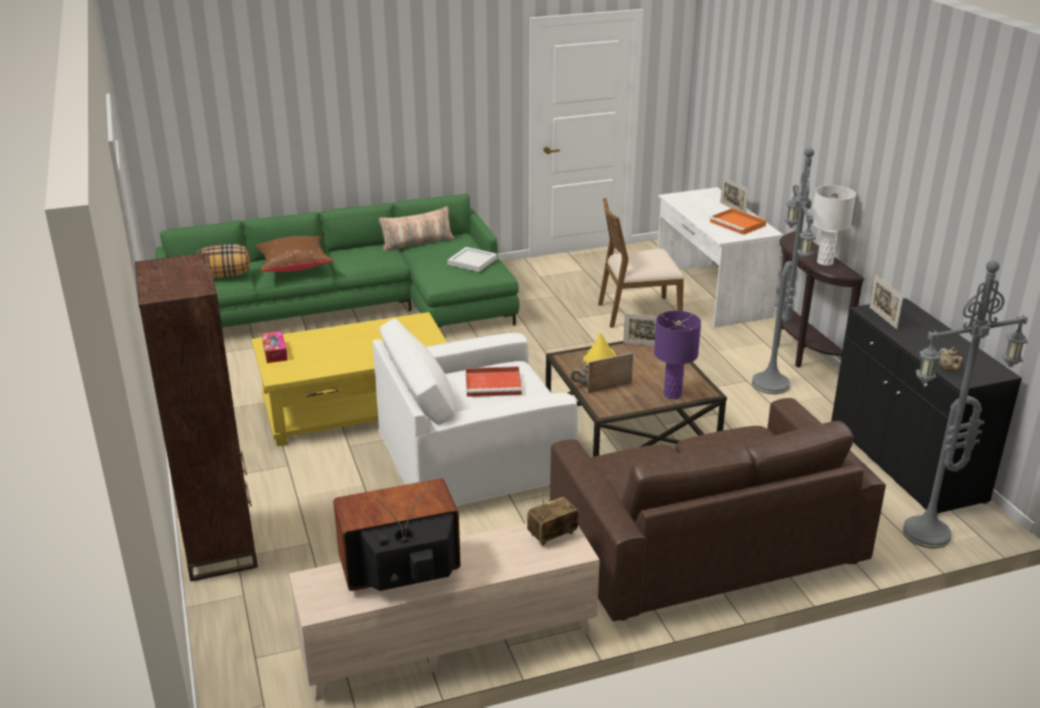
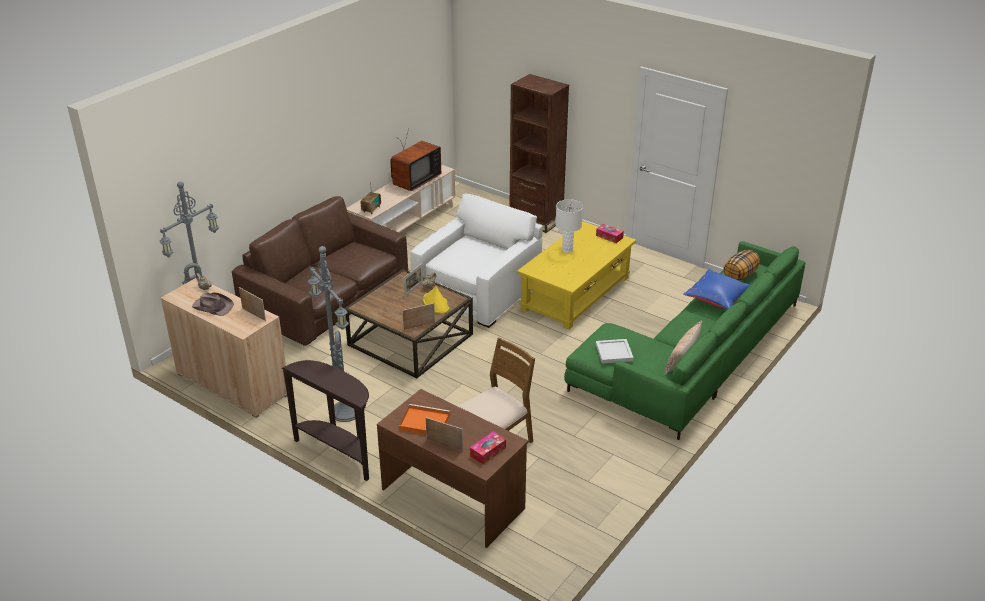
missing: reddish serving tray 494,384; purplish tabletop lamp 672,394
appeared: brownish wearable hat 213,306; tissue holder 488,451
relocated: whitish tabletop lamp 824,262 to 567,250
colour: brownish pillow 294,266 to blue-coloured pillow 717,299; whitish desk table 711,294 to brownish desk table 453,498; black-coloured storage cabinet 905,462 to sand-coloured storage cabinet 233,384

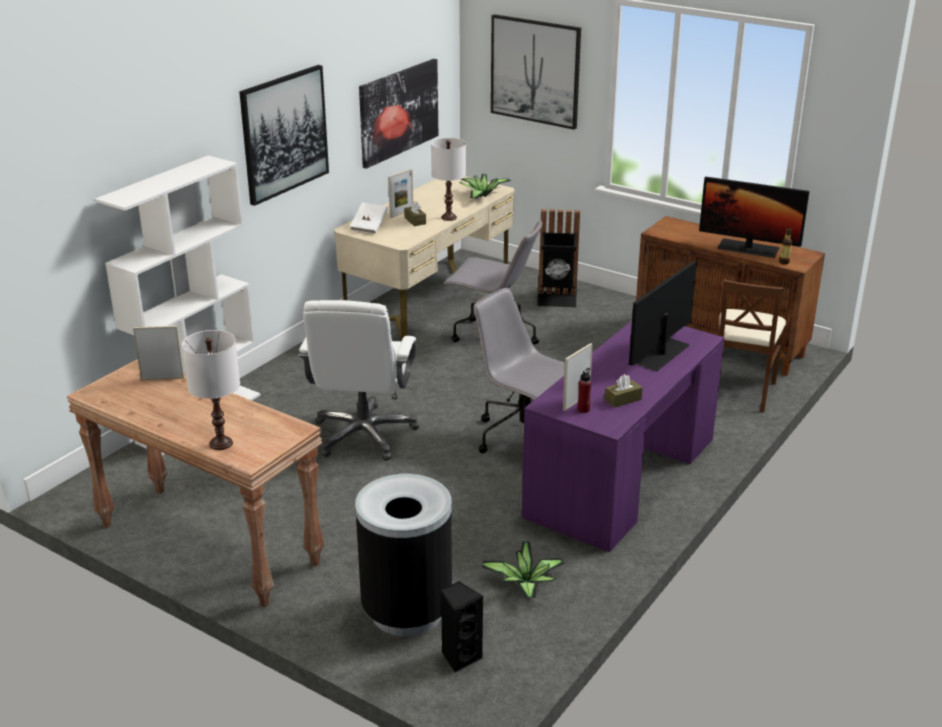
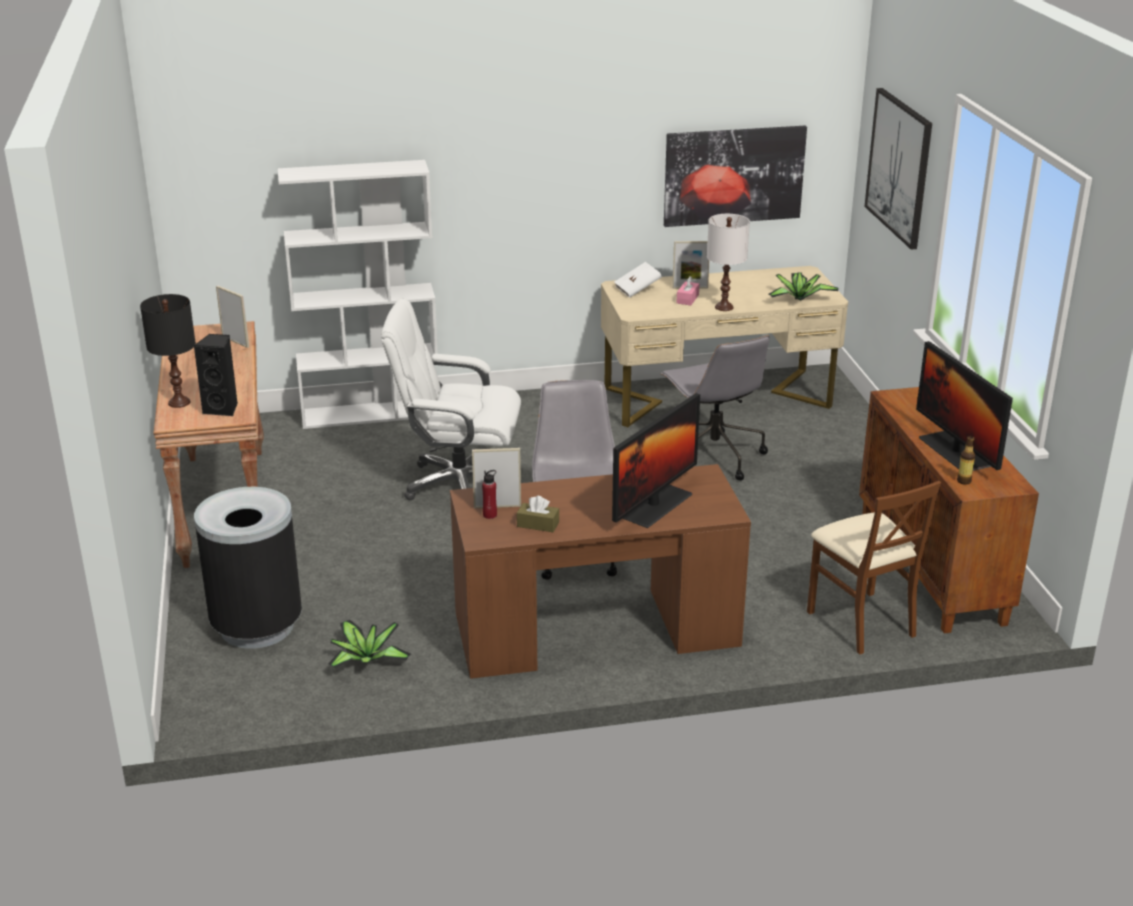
missing: wall picture 284,133; black-coloured rubbish bin 557,300
relocated: black-coloured speaker 460,657 to 223,409
colour: whitish tabletop lamp 220,443 to black-coloured tabletop lamp 179,402; brownish tissue holder 415,221 to pinkish tissue holder 687,299; purplish desk table 620,476 to brownish desk table 595,628
spun: whitish office chair 364,435 = 458,484 45 degrees clockwise; computer screen 659,353 = 655,505 135 degrees clockwise; brownish plain chair 741,392 = 861,622 90 degrees counterclockwise

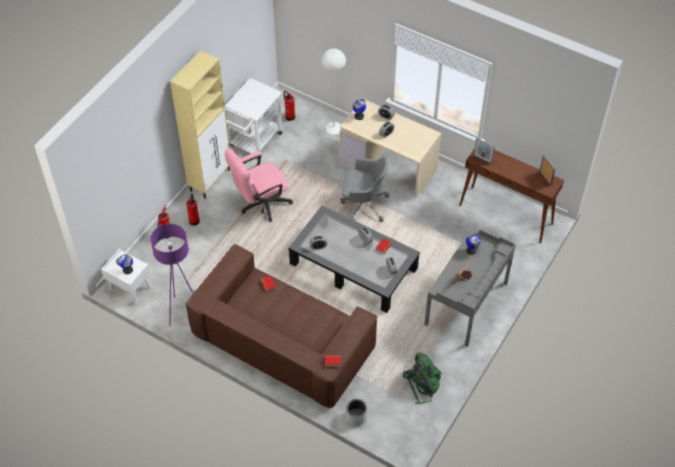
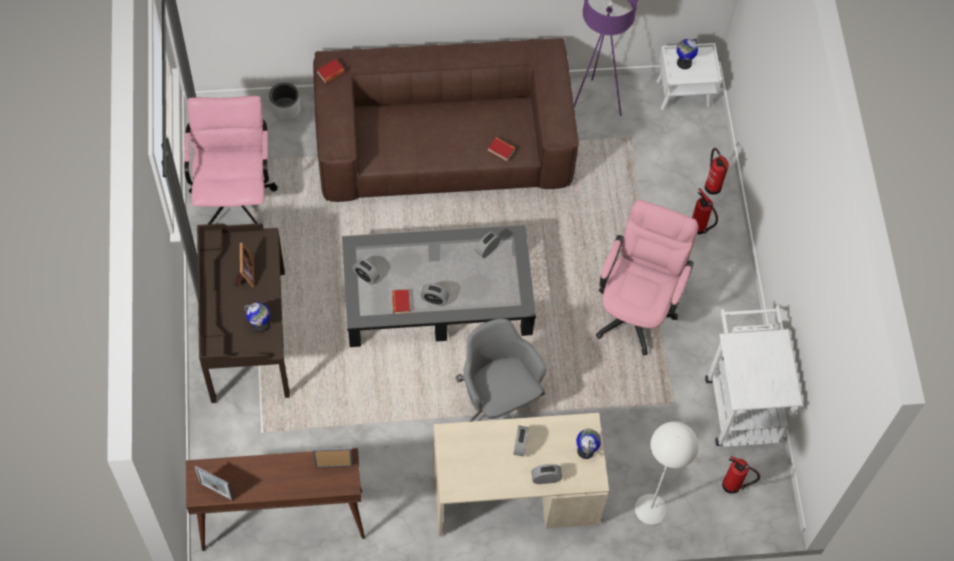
missing: sand-coloured storage cabinet 210,180
exchanged: greenish rucksack 422,383 to pinkish office chair 234,194
colour: grey desk table 467,304 to brownish desk table 247,335
spun: grey office chair 363,204 = 498,400 90 degrees clockwise

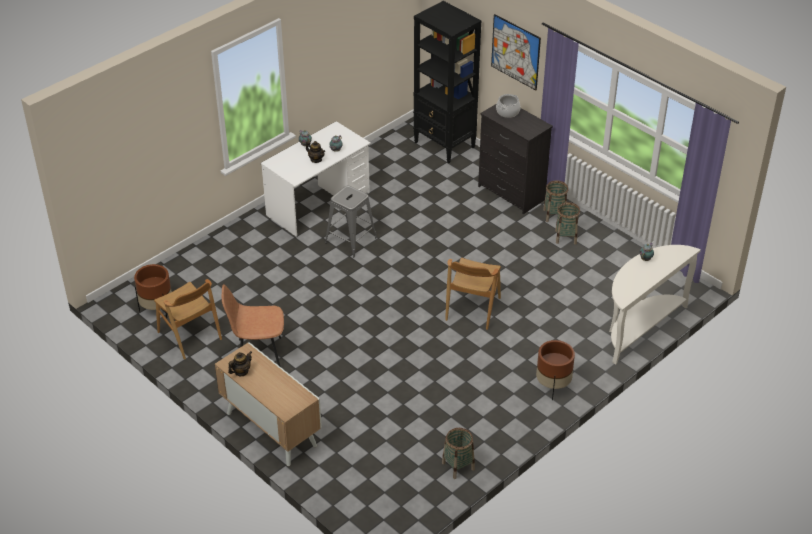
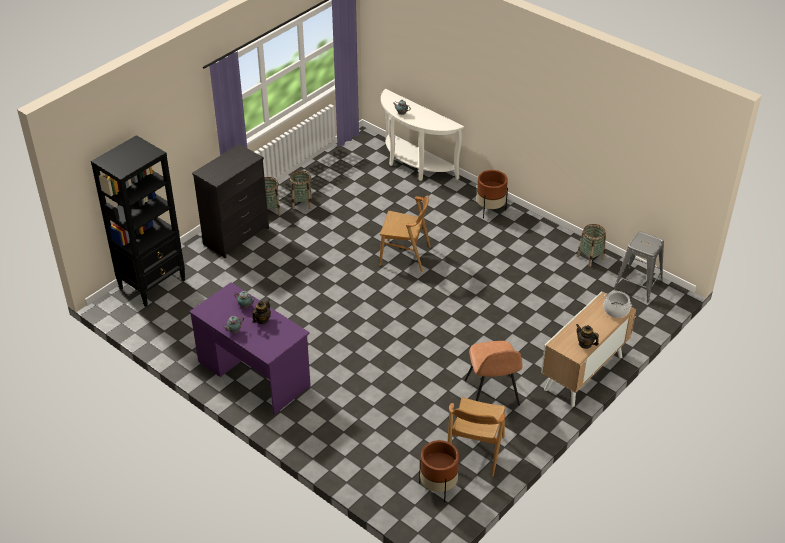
missing: wall picture 515,52
relocated: grey sitting stool 351,240 to 637,285; saucepot 508,112 to 616,310
colour: whitish desk table 318,204 to purplish desk table 254,373
spun: brownish plain chair 189,336 = 475,451 150 degrees clockwise

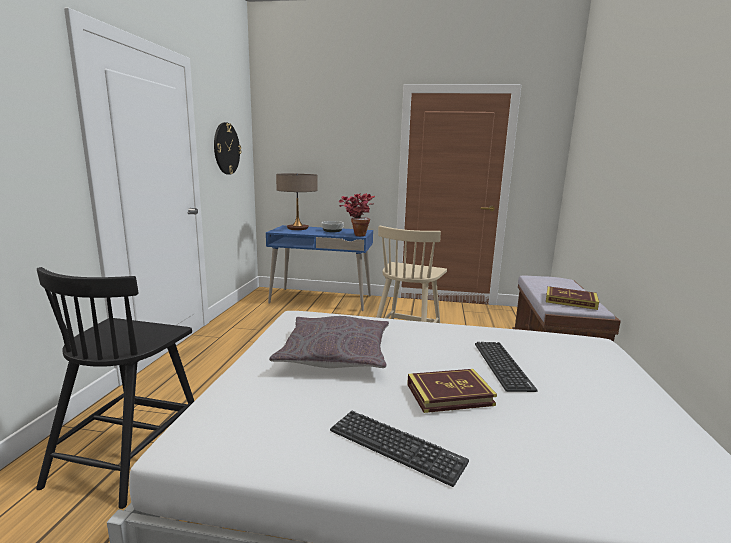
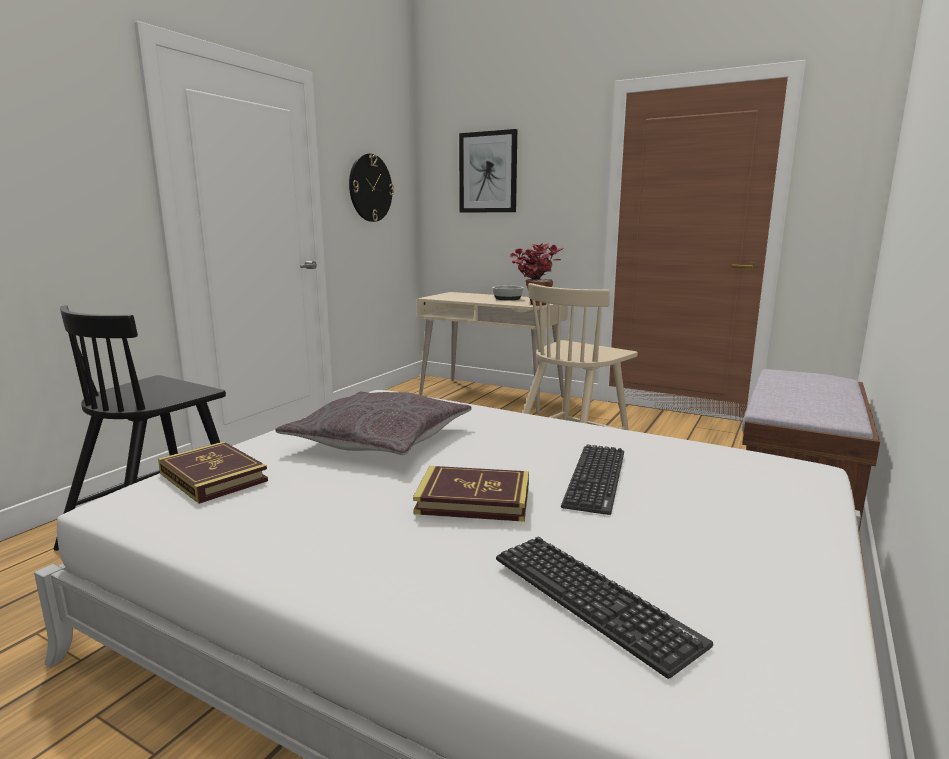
missing: tabletop lamp 297,228
appeared: wall picture 488,172
relocated: keyboard 396,446 to 592,599; volume 570,301 to 213,477
colour: blue-coloured desk table 321,299 to sand-coloured desk table 491,395

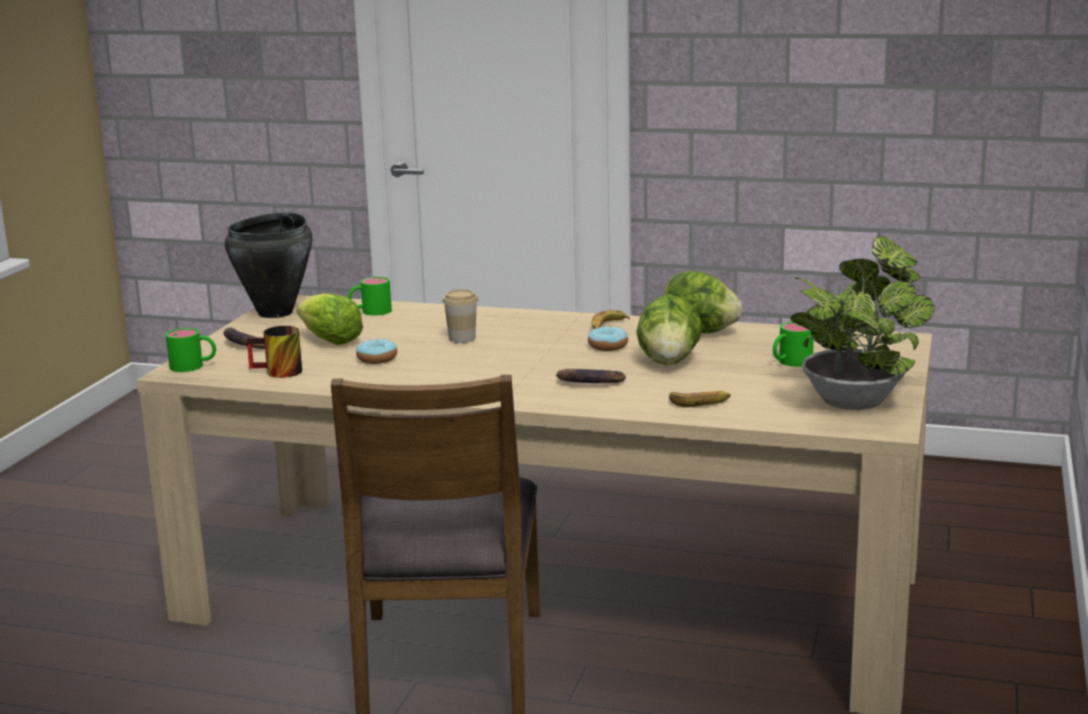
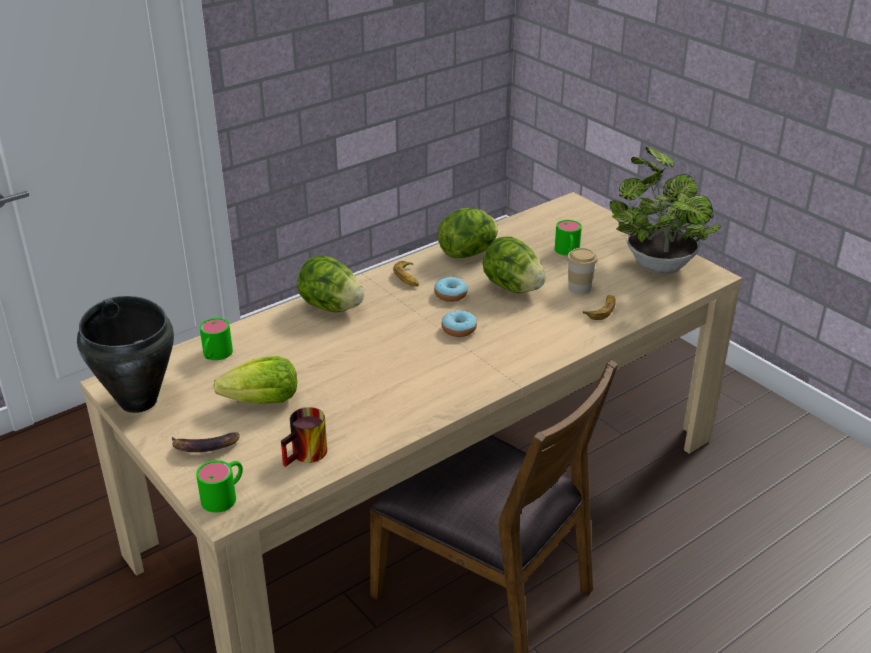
missing: banana 588,383
appeared: lettuce 331,307
relocated: doughnut 377,359 to 459,329; cup 462,338 to 579,288

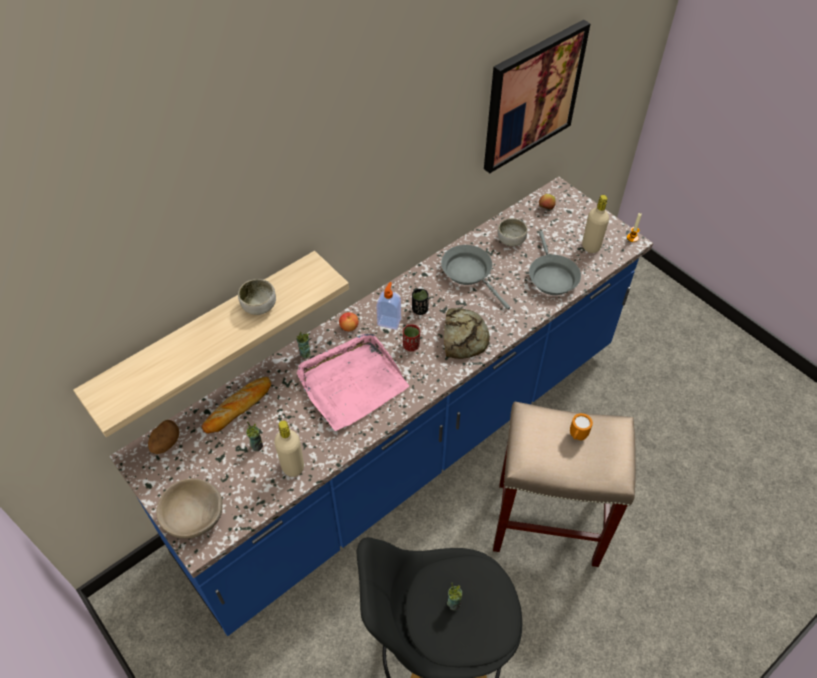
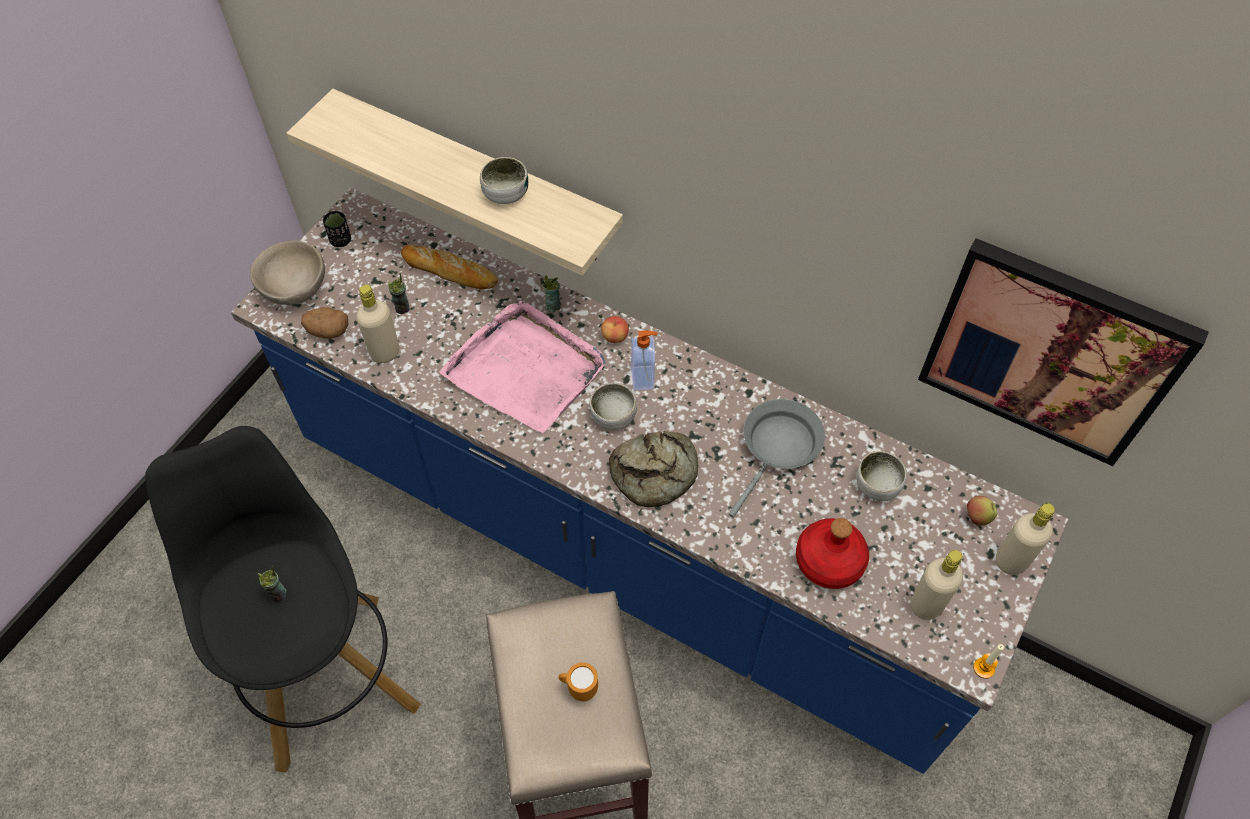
appeared: sand-coloured bottle 1011,561
relocated: potato 165,443 to 328,331; black-coloured cup 420,309 to 341,240
exchanged: reddish cup 411,345 to deep dish 613,415; grey frying pan 551,276 to reddish bottle 828,561

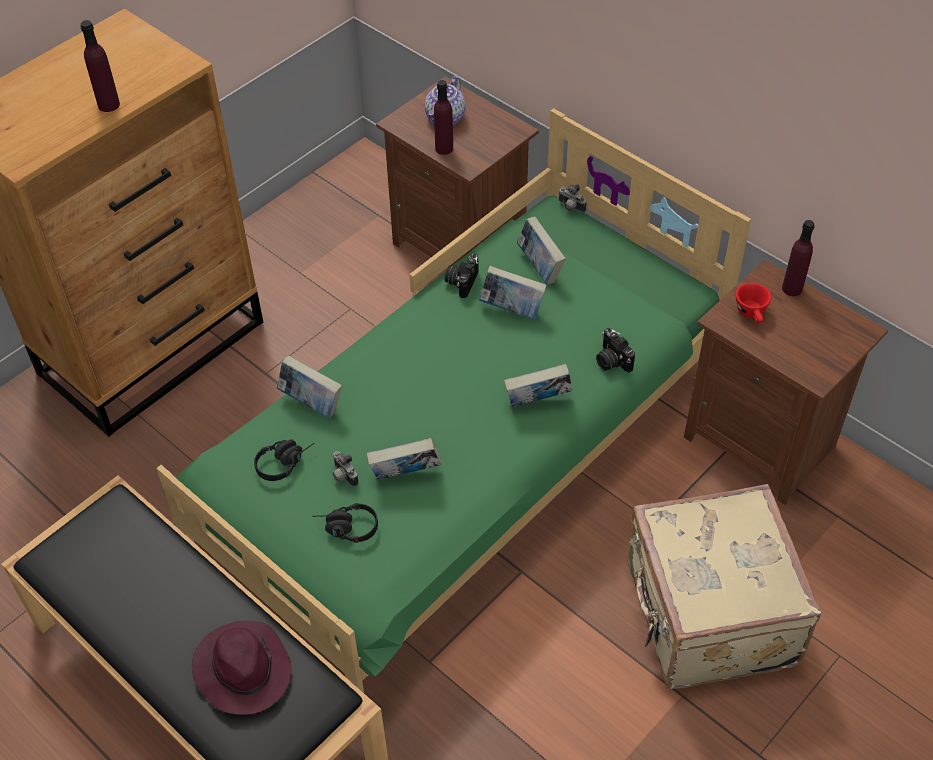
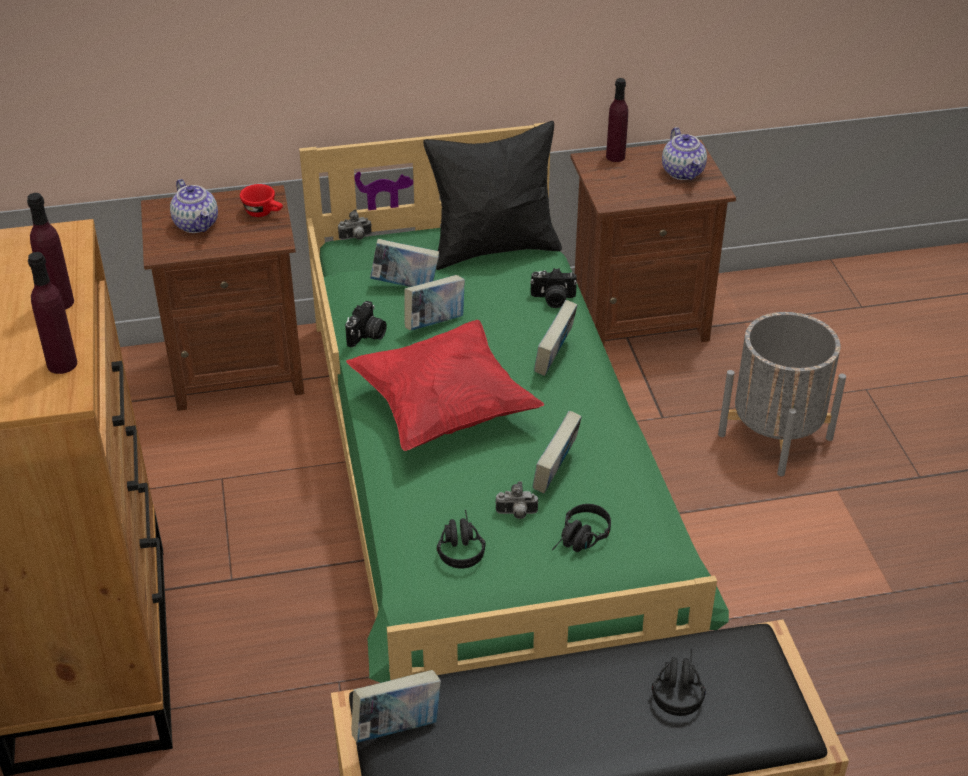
appeared: reddish pillow 444,409; black-coloured pillow 494,248; pot for tea 683,172
relocated: volume 311,403 to 397,728; purplish bottle 444,148 to 62,364; reddish cup 752,314 to 264,213
exchanged: purplish wearable hat 242,669 to black-coloured pair of headphones 677,687; sand-coloured travel case 707,616 to grey flower pot 775,436
spun: photo camera 461,282 = 367,336 120 degrees counterclockwise

